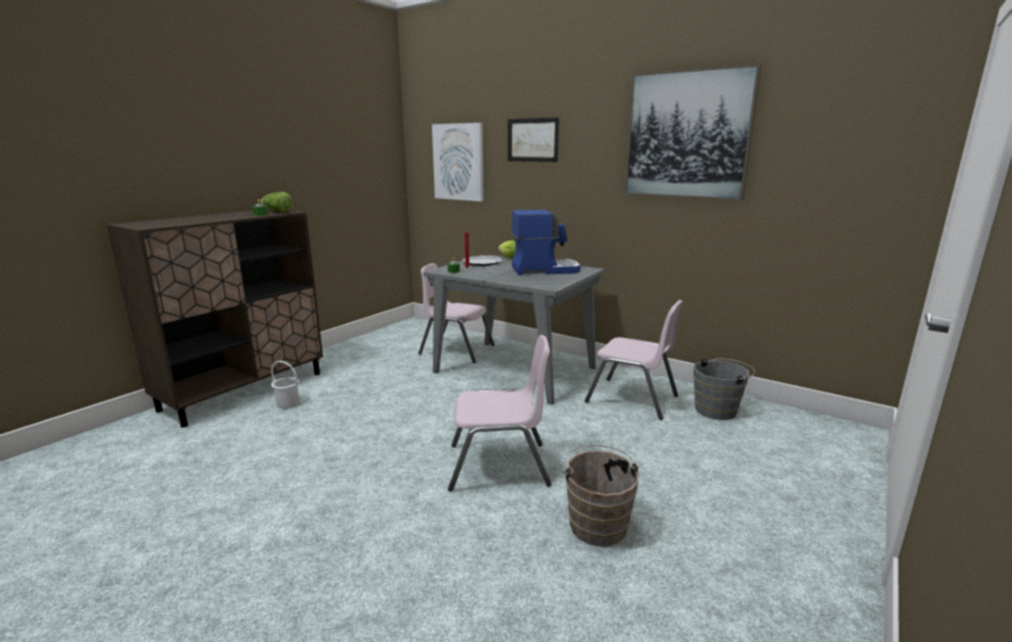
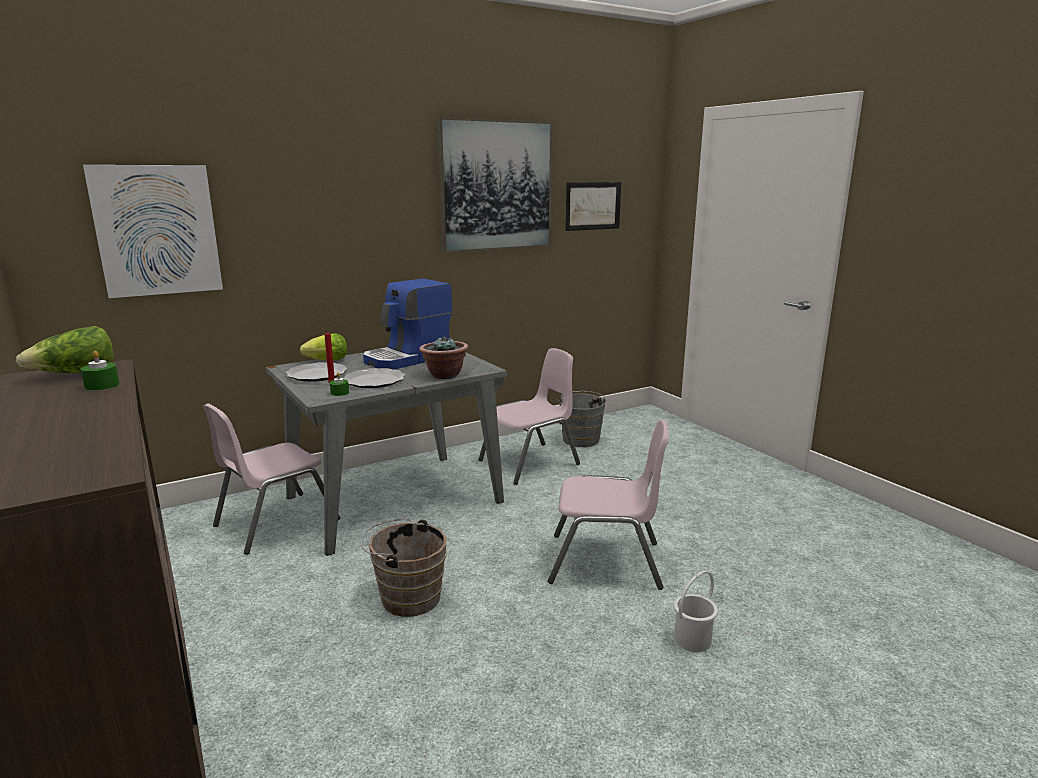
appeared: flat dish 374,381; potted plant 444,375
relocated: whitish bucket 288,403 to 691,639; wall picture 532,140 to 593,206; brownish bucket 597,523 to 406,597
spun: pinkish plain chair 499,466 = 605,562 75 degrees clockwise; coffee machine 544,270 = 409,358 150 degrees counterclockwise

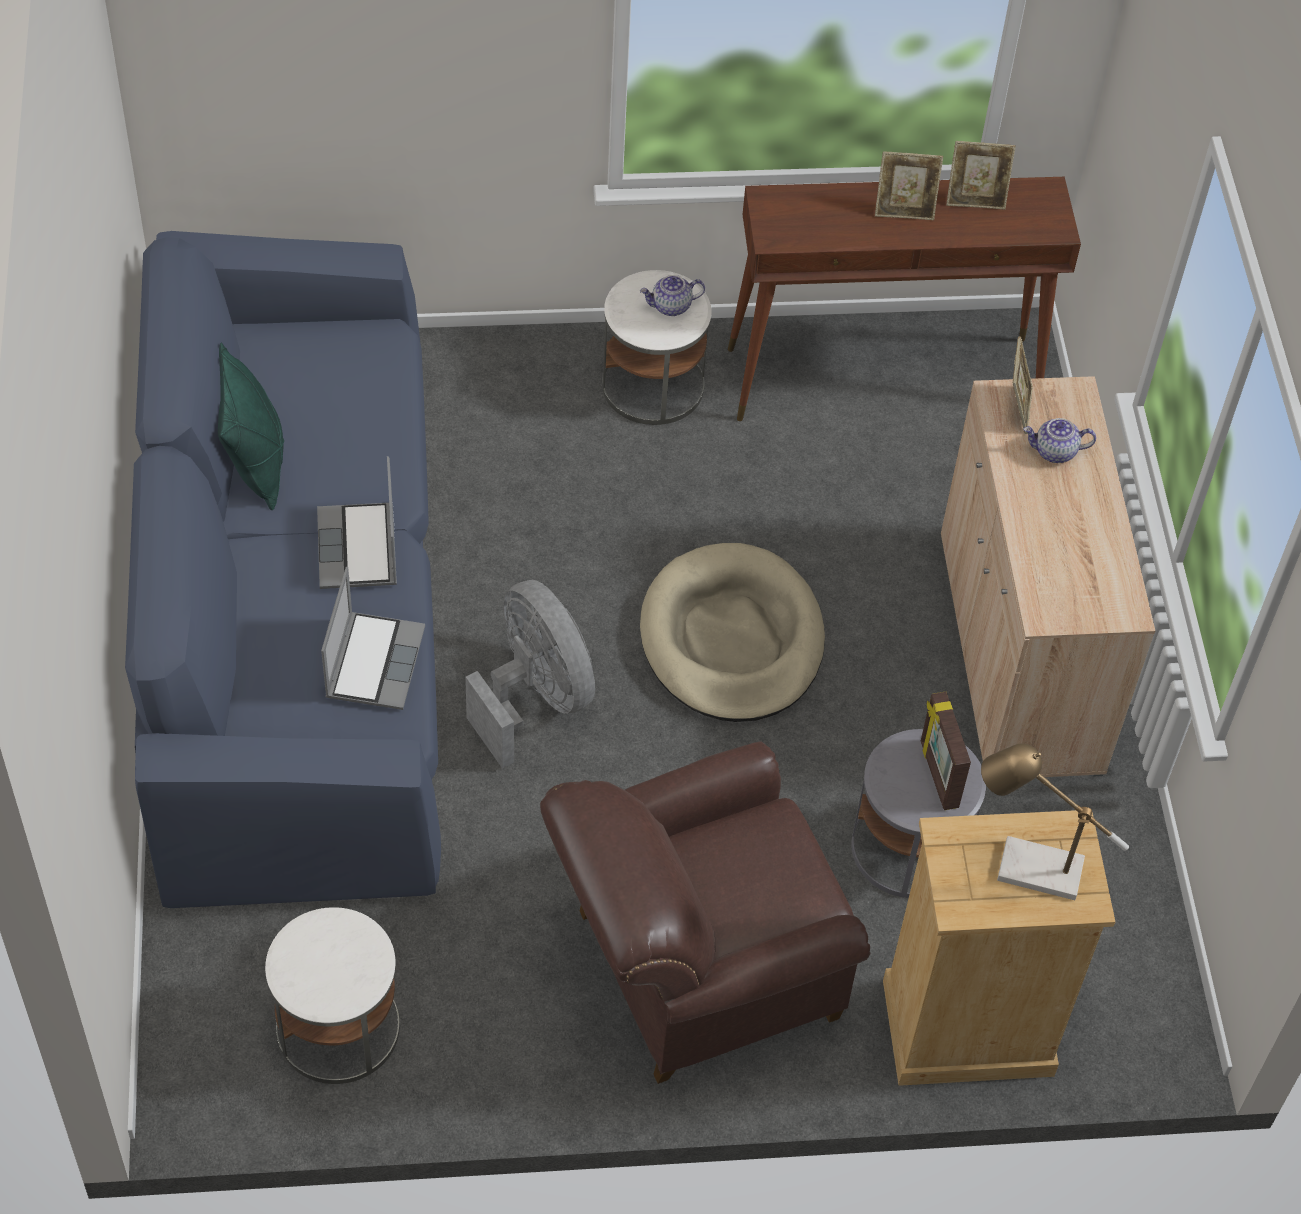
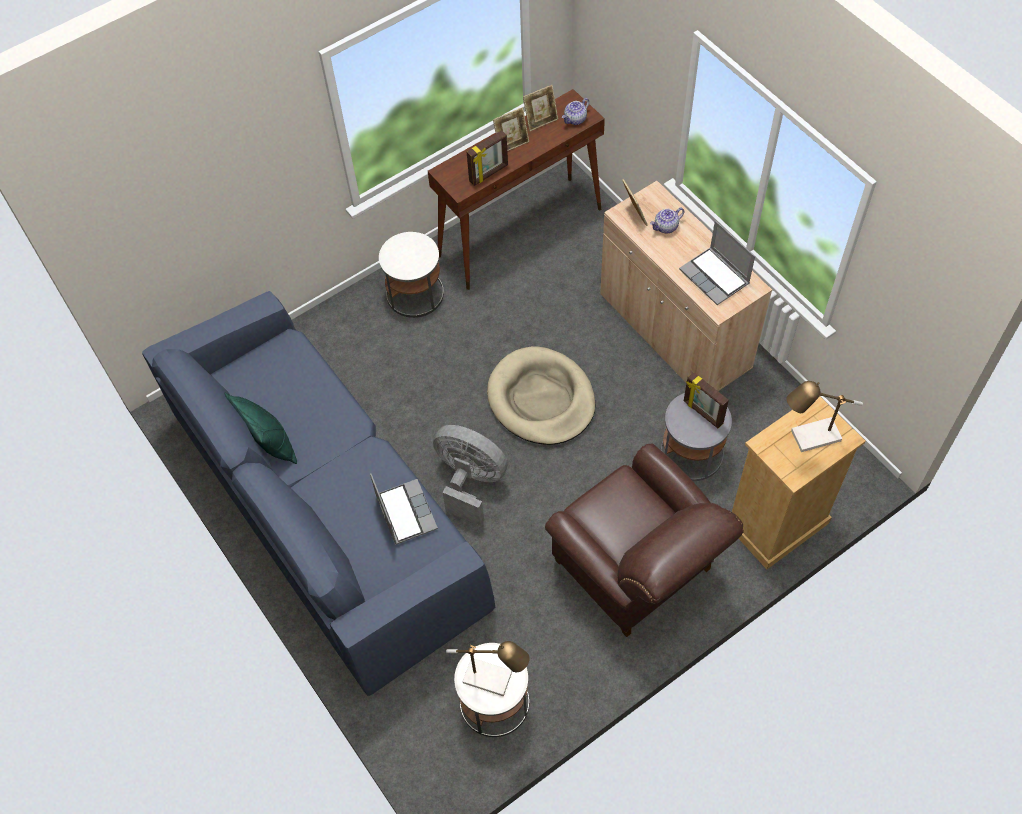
appeared: tabletop lamp 494,679; picture frame 489,174
relocated: notebook computer 359,549 to 715,277; pot for tea 671,306 to 575,119
spun: brownish easy chair 694,968 = 638,570 75 degrees counterclockwise

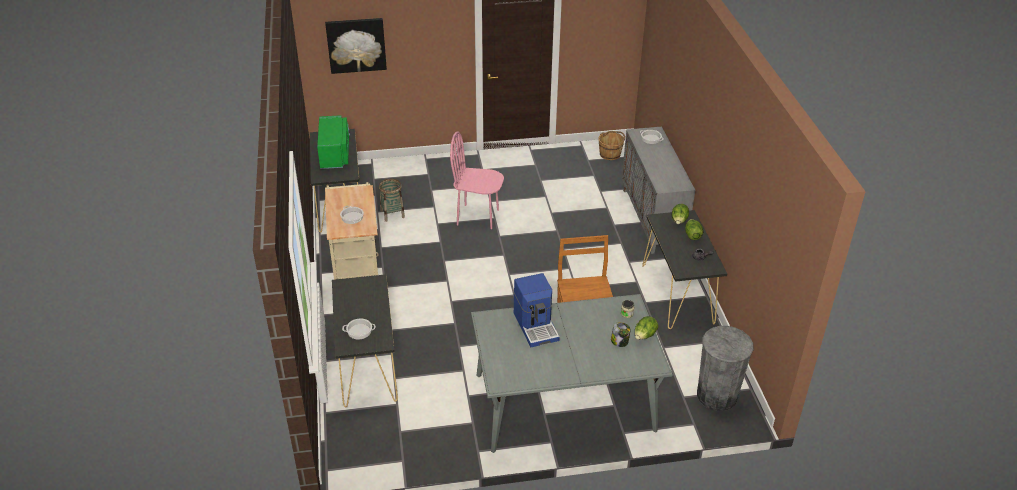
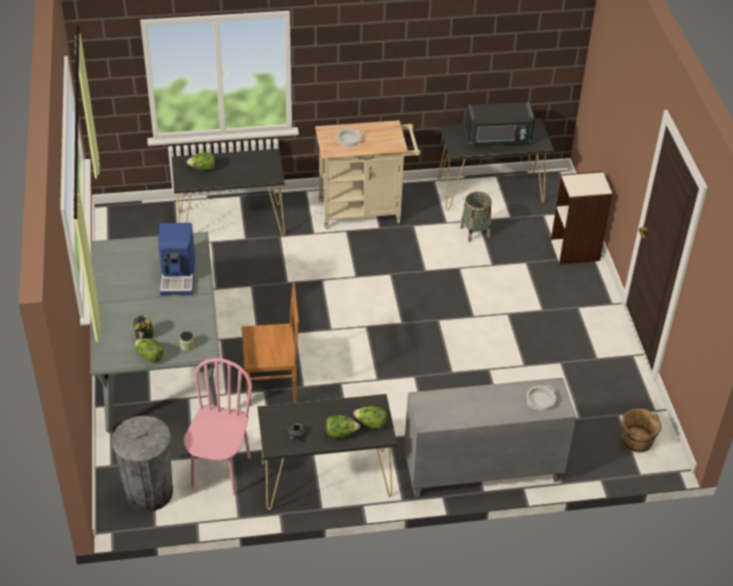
missing: wall picture 356,45
appeared: bookshelf 575,250
relocated: pinkish plain chair 478,217 to 220,471
exchanged: saucepot 359,331 to lettuce 202,169
colour: greenish microwave 335,154 to black-coloured microwave 498,138
spun: coffee machine 536,326 = 178,276 75 degrees counterclockwise

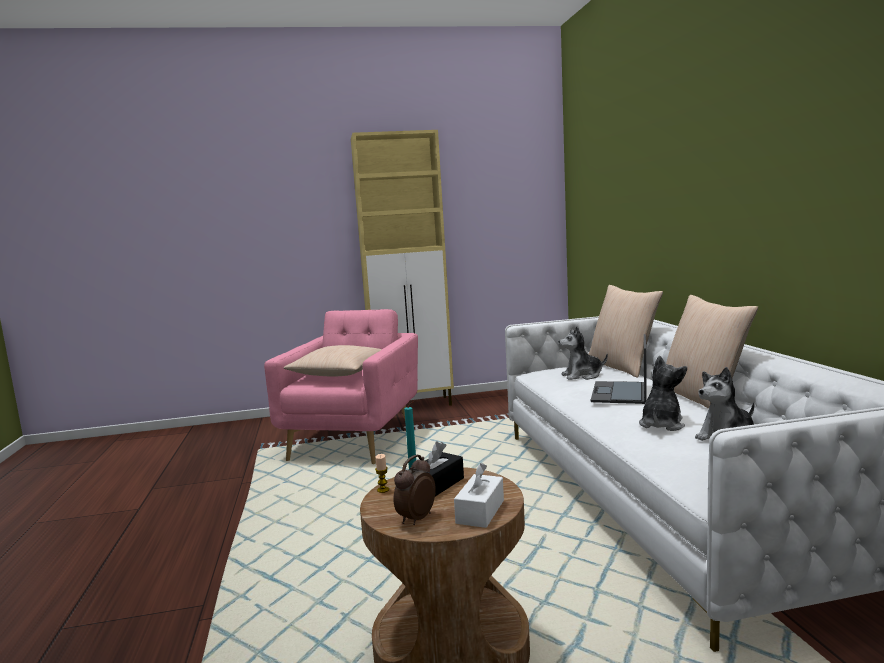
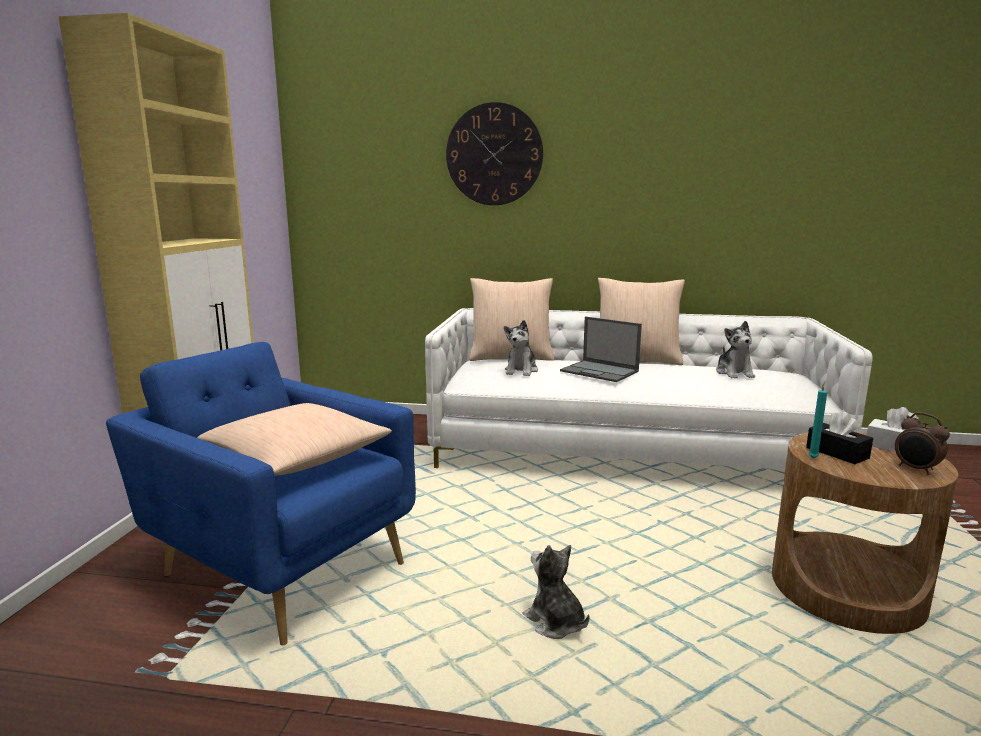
missing: wax candle 383,490
appeared: wall clock 494,154
relocated: cuddly toy 661,424 to 555,622
colour: pinkish easy chair 355,439 to blue-coloured easy chair 279,565

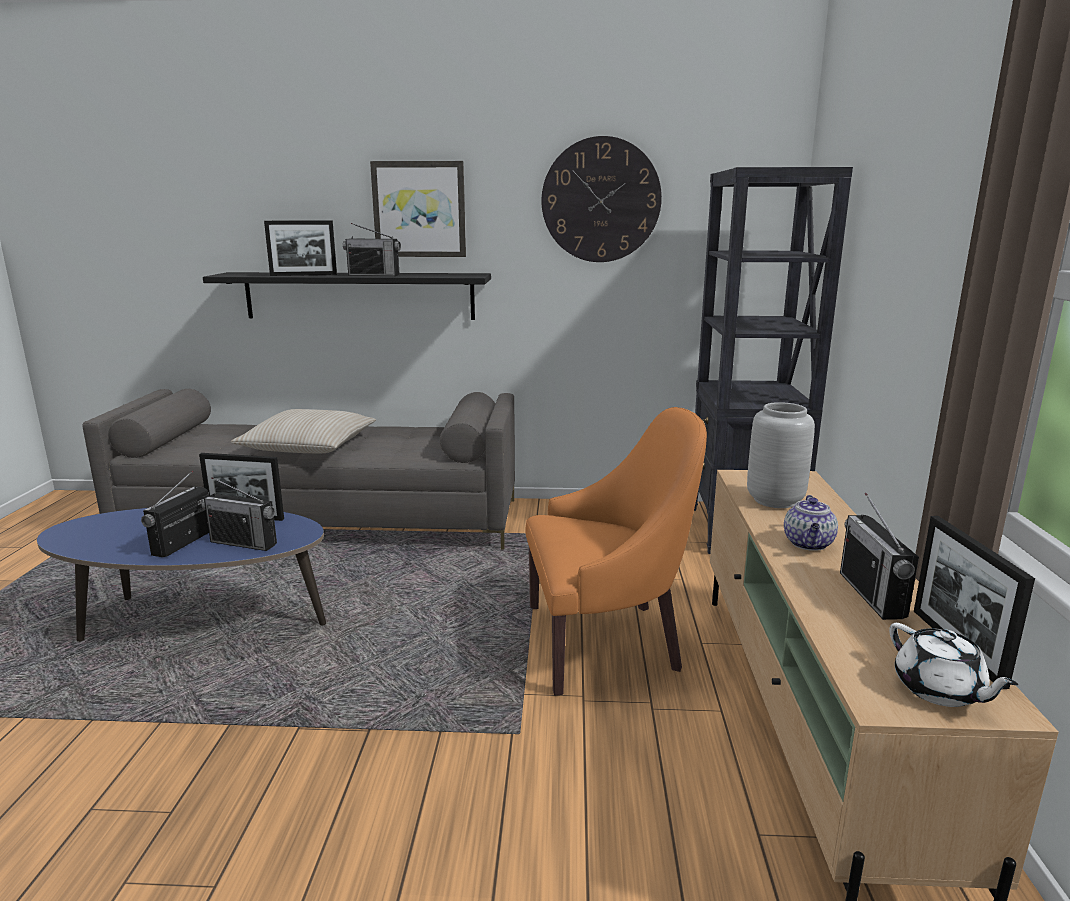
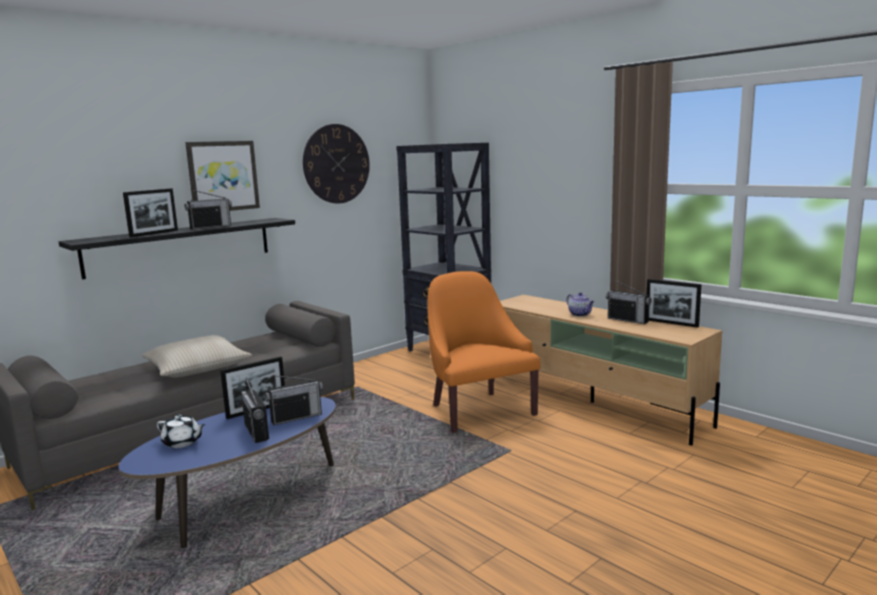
missing: grey flower vase 776,500
relocated: whitish pot for tea 939,690 to 182,443
spun: orangey easy chair 605,641 = 478,410 60 degrees counterclockwise

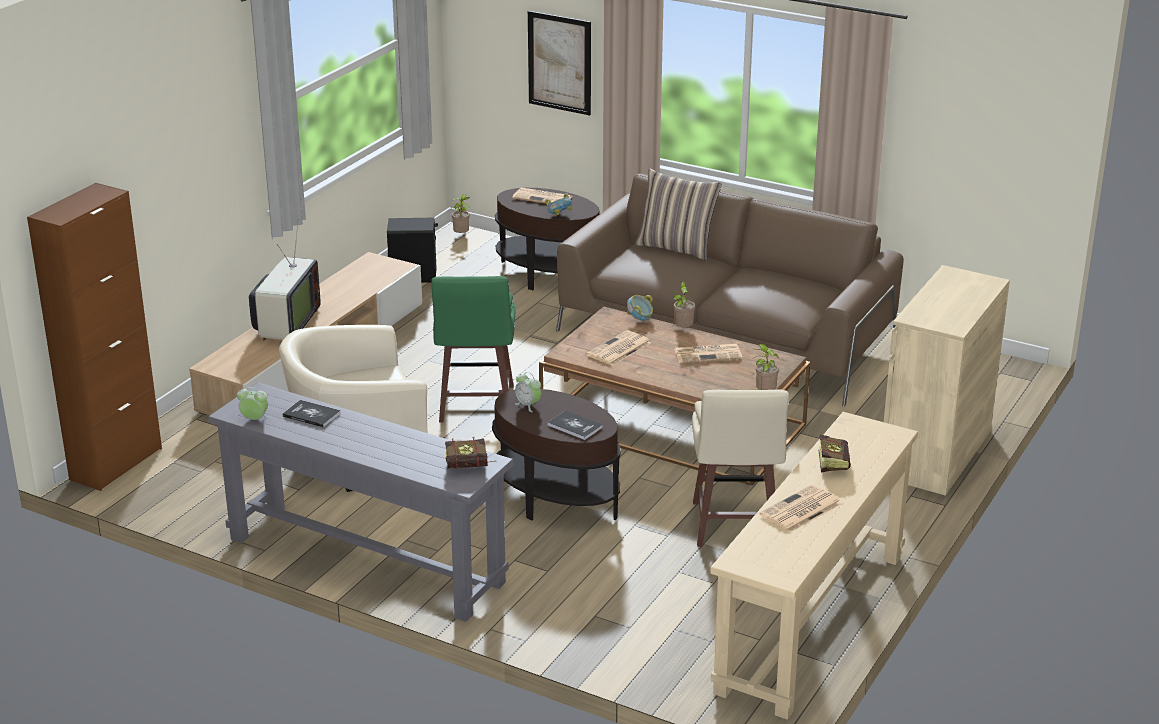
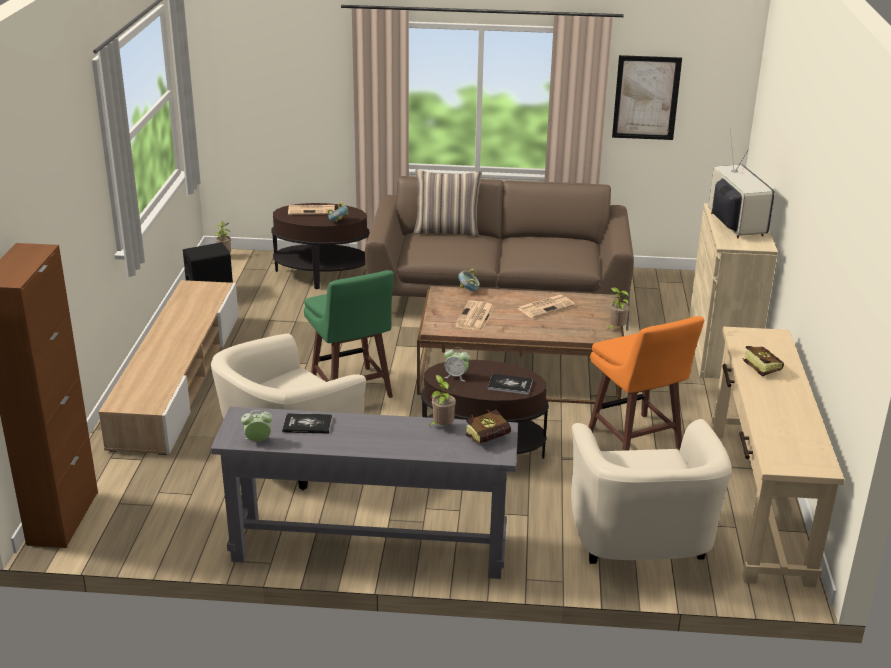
missing: newspaper 800,510
appeared: sand-coloured easy chair 641,545
relocated: TV 286,325 to 733,225; wall picture 559,62 to 646,97; potted plant 682,329 to 441,427
colour: sand-coloured sitting stool 734,526 to orangey sitting stool 635,440

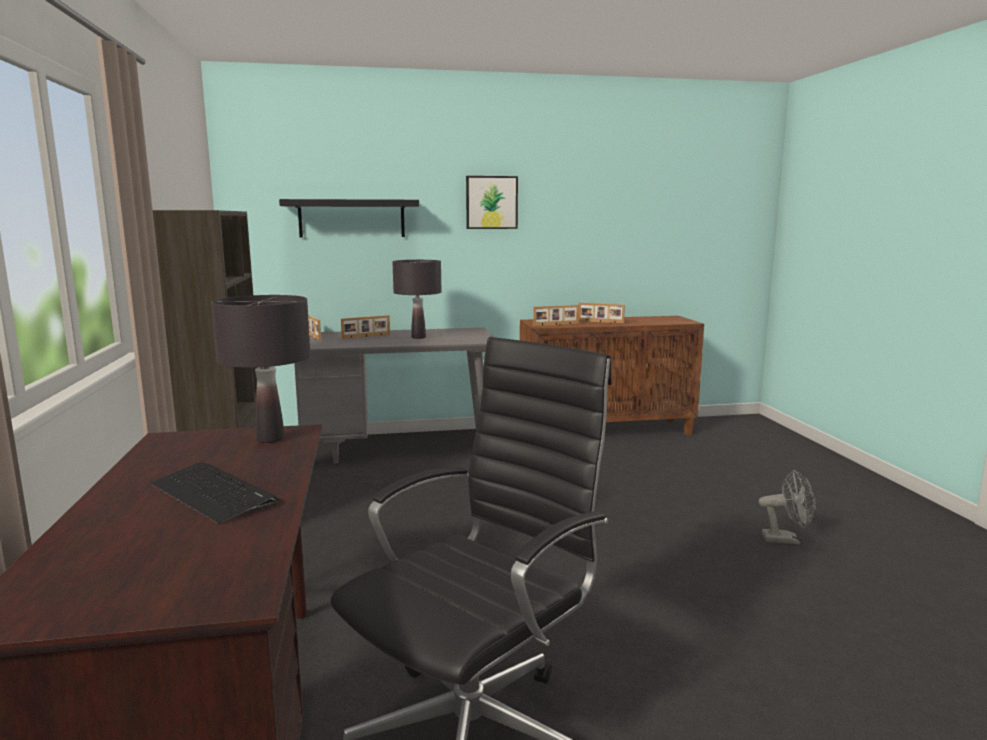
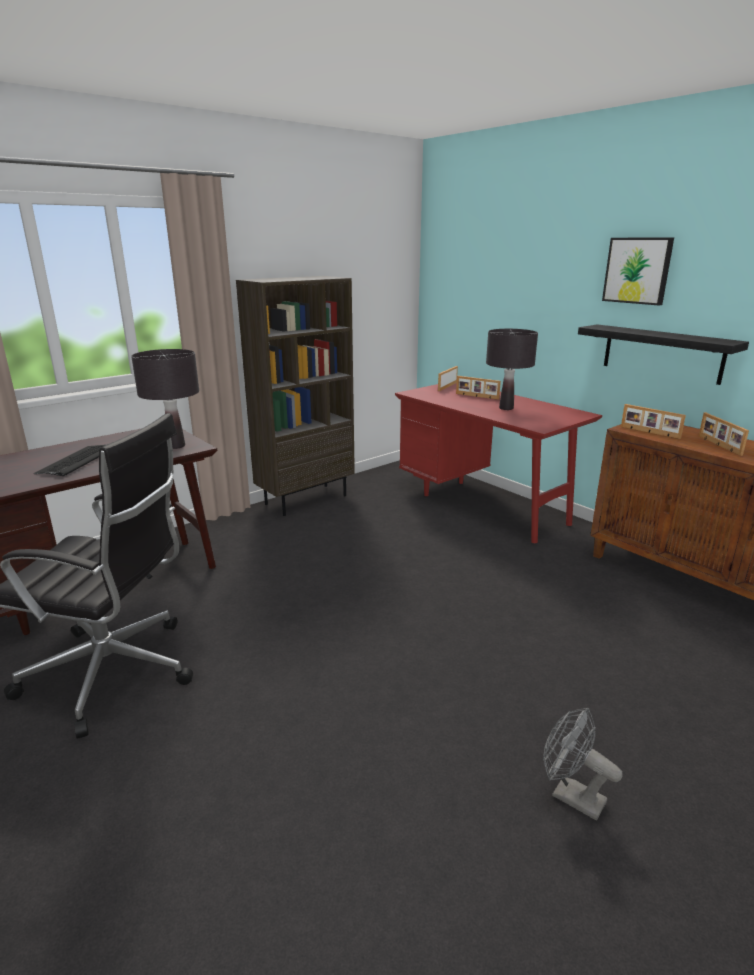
relocated: black-coloured shelf 352,218 to 662,353
colour: grey desk table 398,448 to reddish desk table 484,505
spun: grey electric fan 786,539 = 570,795 150 degrees clockwise

